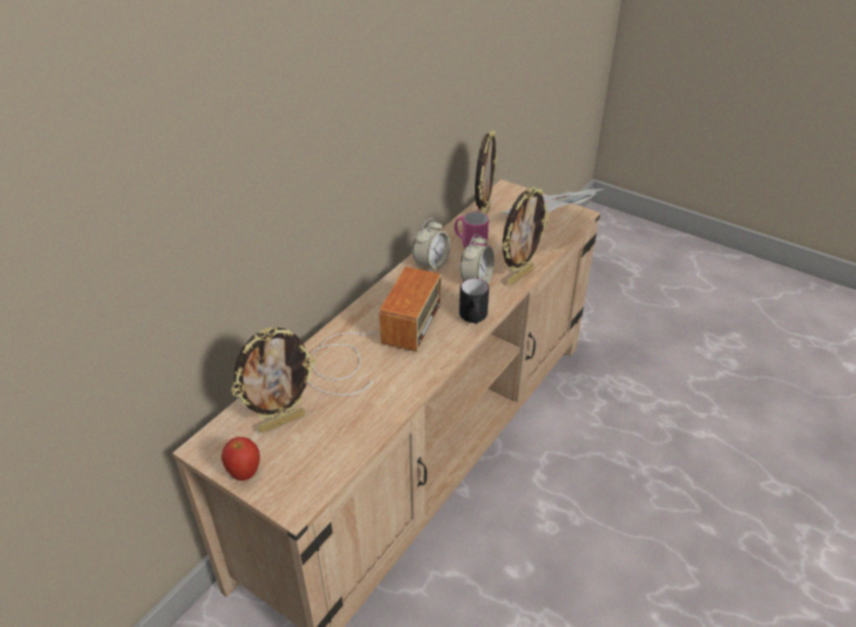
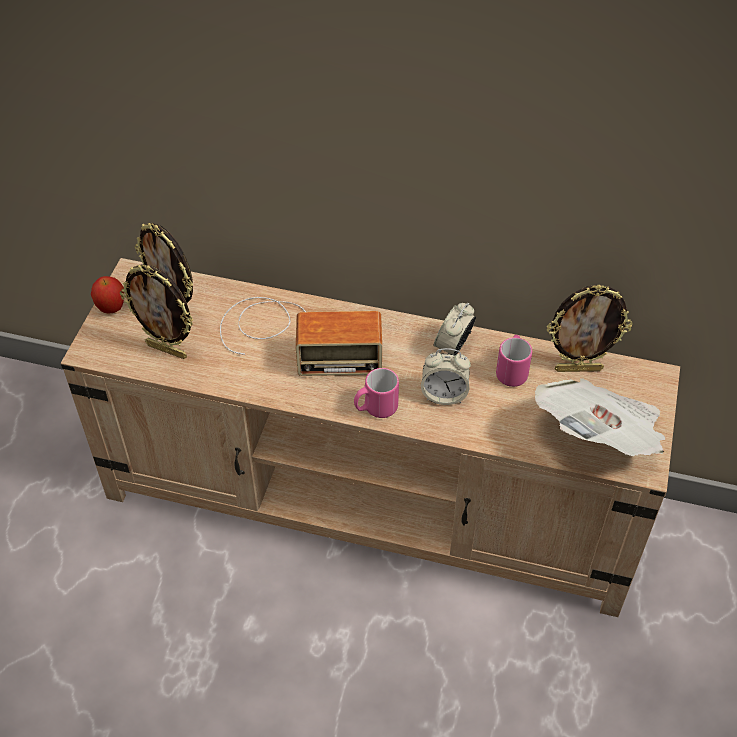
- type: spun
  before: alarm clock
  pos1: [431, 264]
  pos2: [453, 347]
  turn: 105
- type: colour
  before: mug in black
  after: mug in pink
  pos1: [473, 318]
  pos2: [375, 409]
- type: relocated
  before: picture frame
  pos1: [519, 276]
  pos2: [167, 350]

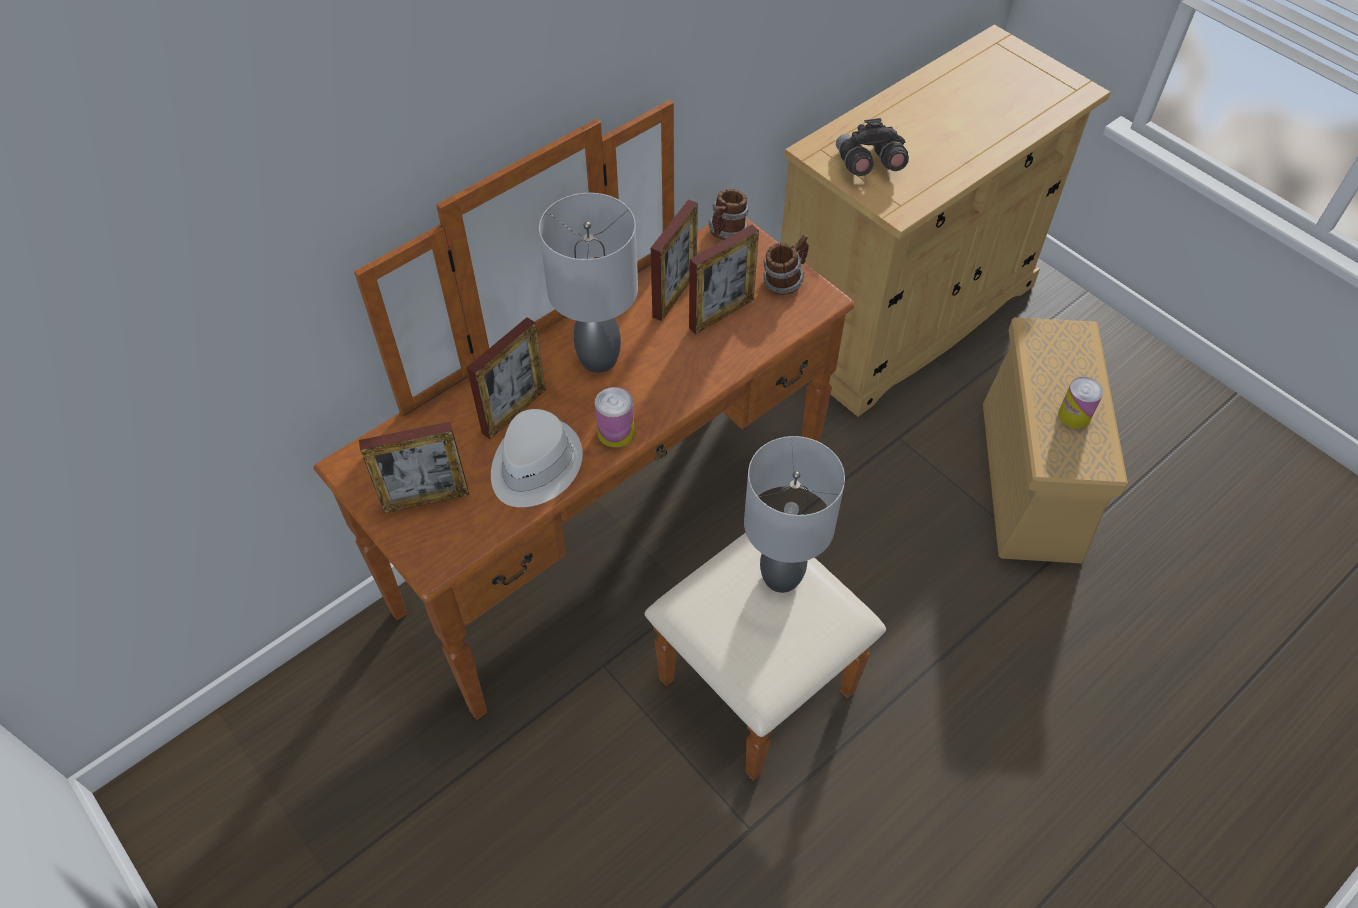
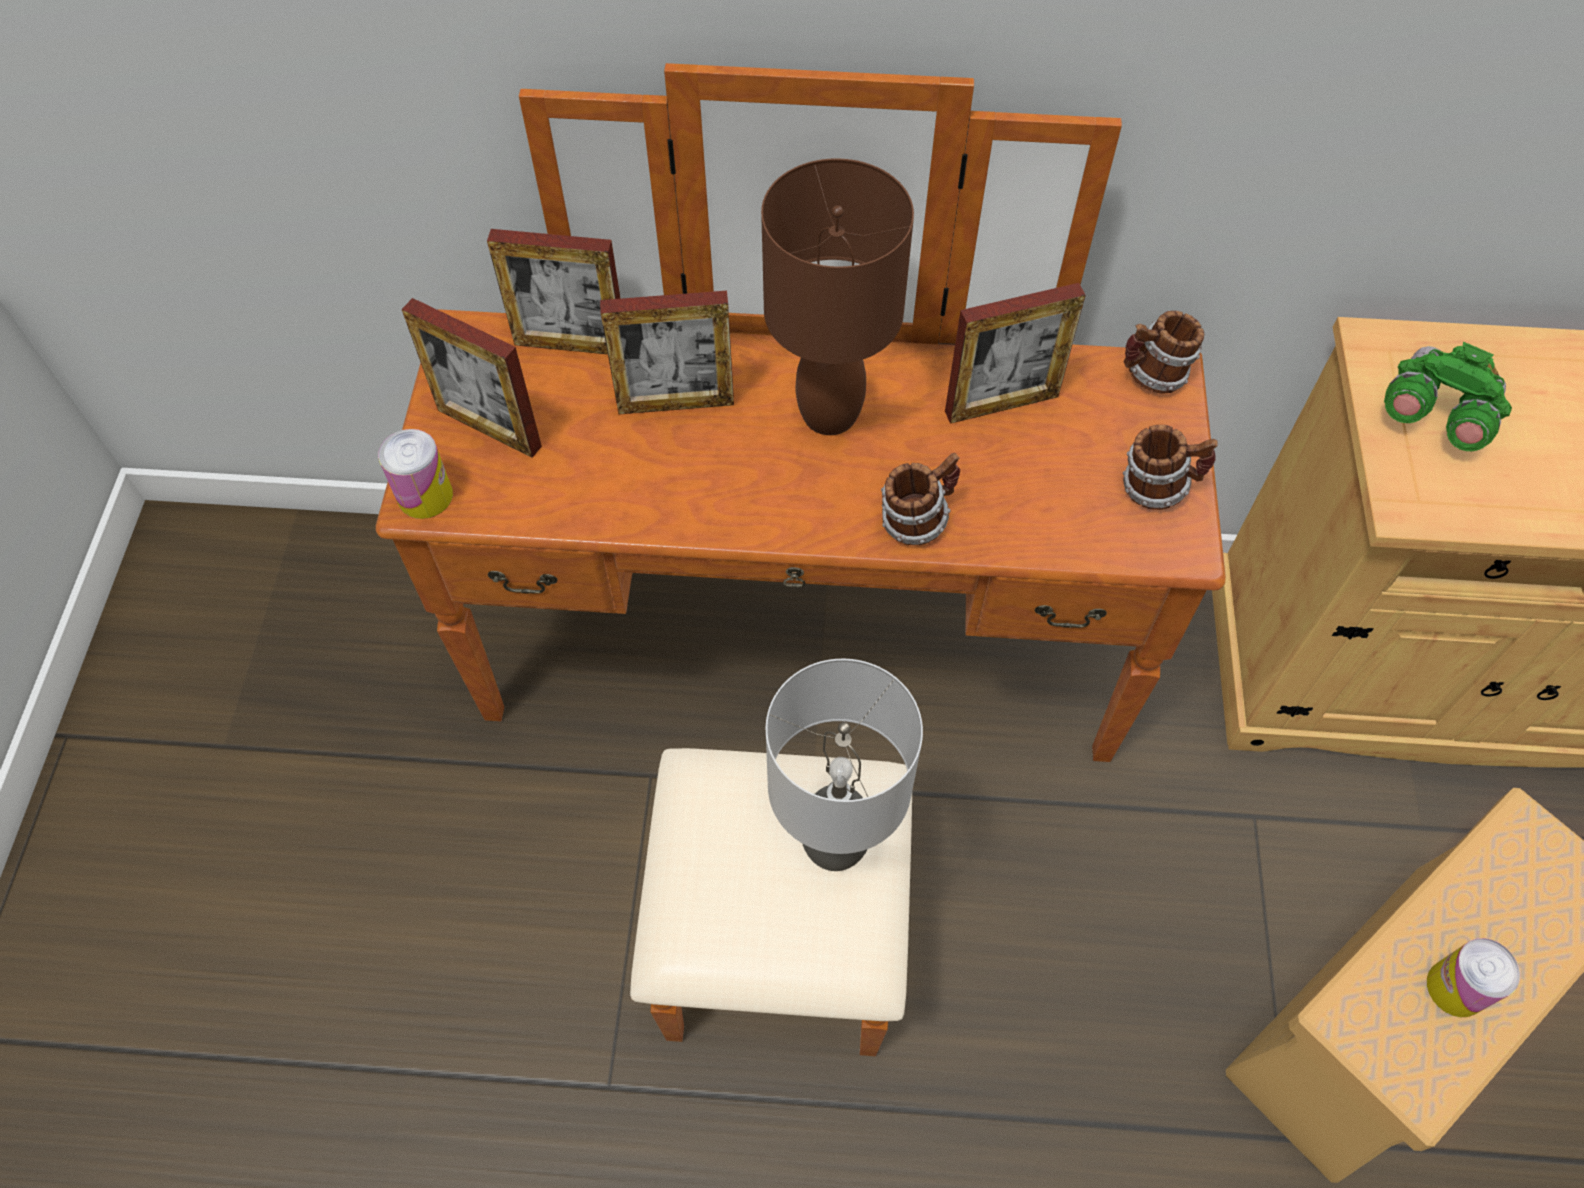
- type: missing
  before: hat in white
  pos1: [534, 465]
- type: colour
  before: table lamp in grey
  after: table lamp in brown
  pos1: [598, 360]
  pos2: [827, 415]
- type: relocated
  before: can
  pos1: [616, 432]
  pos2: [425, 495]
- type: relocated
  before: picture frame
  pos1: [721, 314]
  pos2: [571, 344]
- type: colour
  before: binoculars in grey
  after: binoculars in green
  pos1: [867, 165]
  pos2: [1434, 415]
- type: appeared
  after: mug
  pos2: [916, 520]

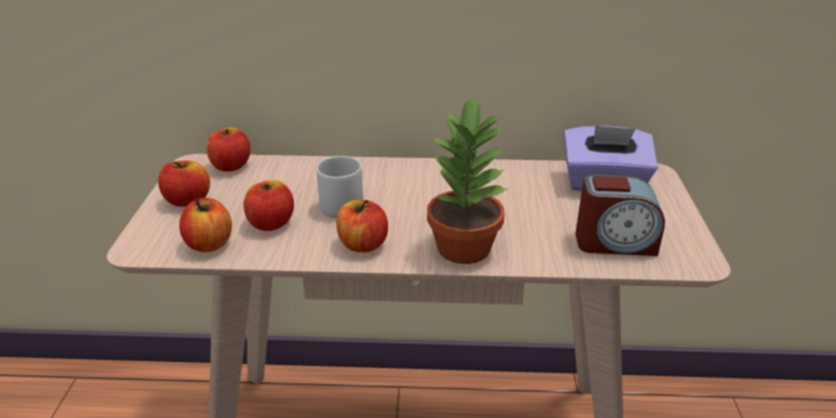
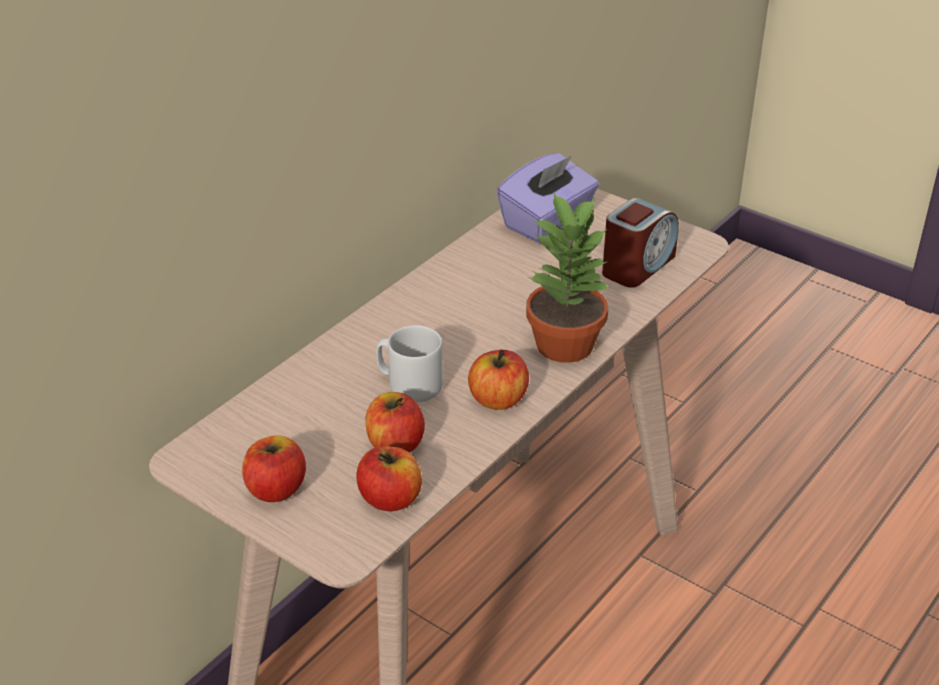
- type: missing
  before: apple
  pos1: [231, 166]

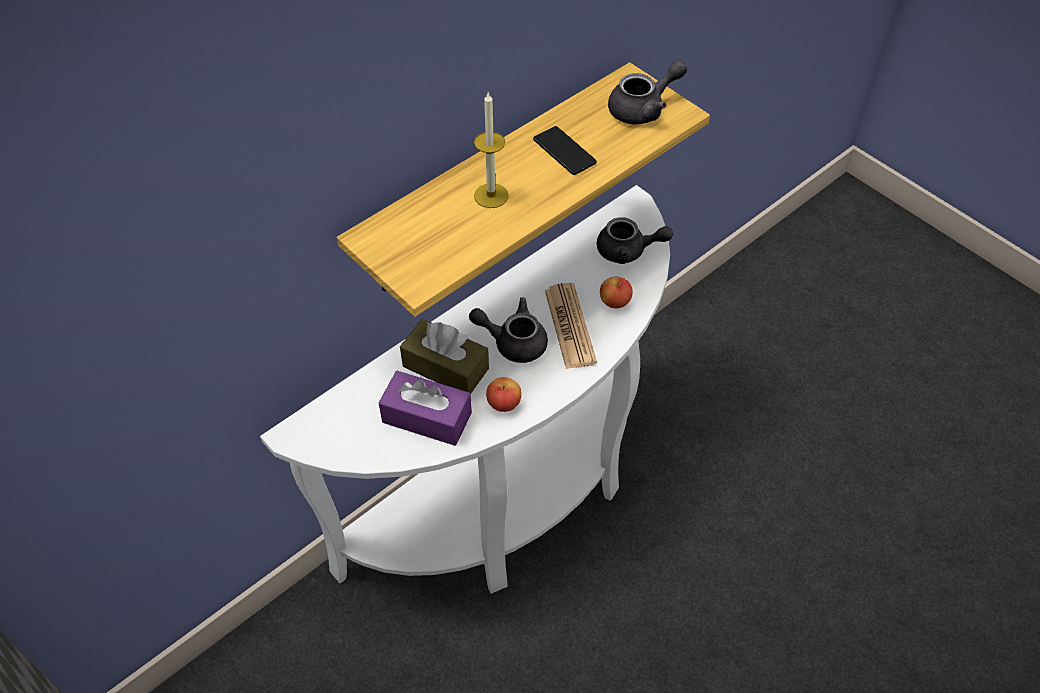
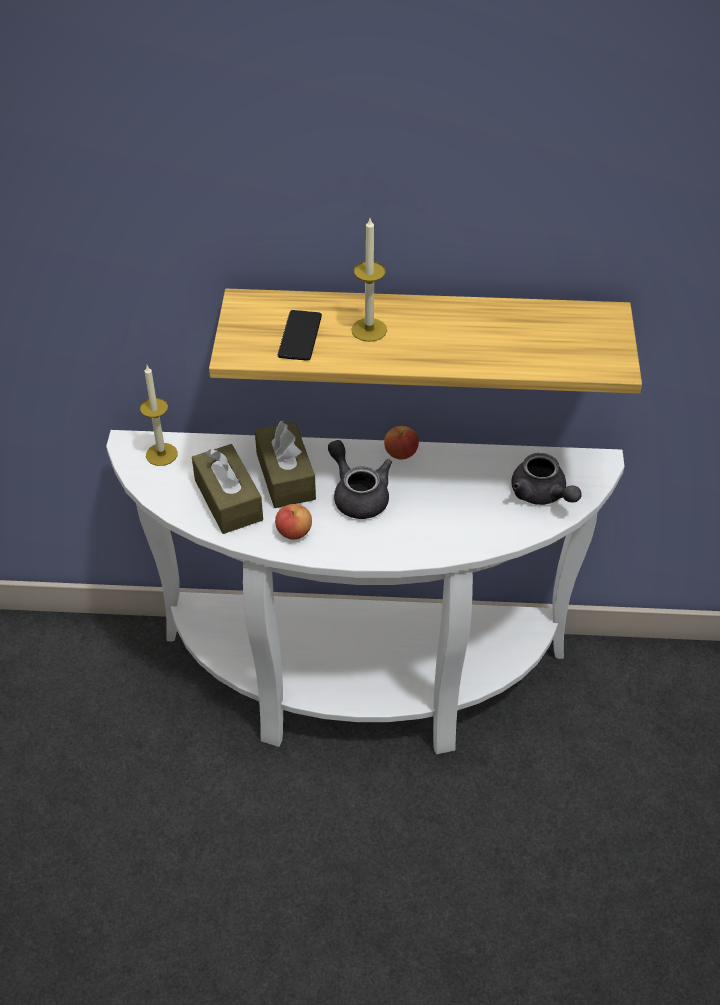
- type: colour
  before: tissue box in purple
  after: tissue box in brown
  pos1: [427, 417]
  pos2: [228, 500]
- type: relocated
  before: phone
  pos1: [564, 151]
  pos2: [300, 336]
- type: missing
  before: newspaper
  pos1: [570, 326]
- type: relocated
  before: apple
  pos1: [615, 301]
  pos2: [401, 453]
- type: missing
  before: teapot in grey
  pos1: [643, 109]
- type: appeared
  after: candle
  pos2: [161, 454]

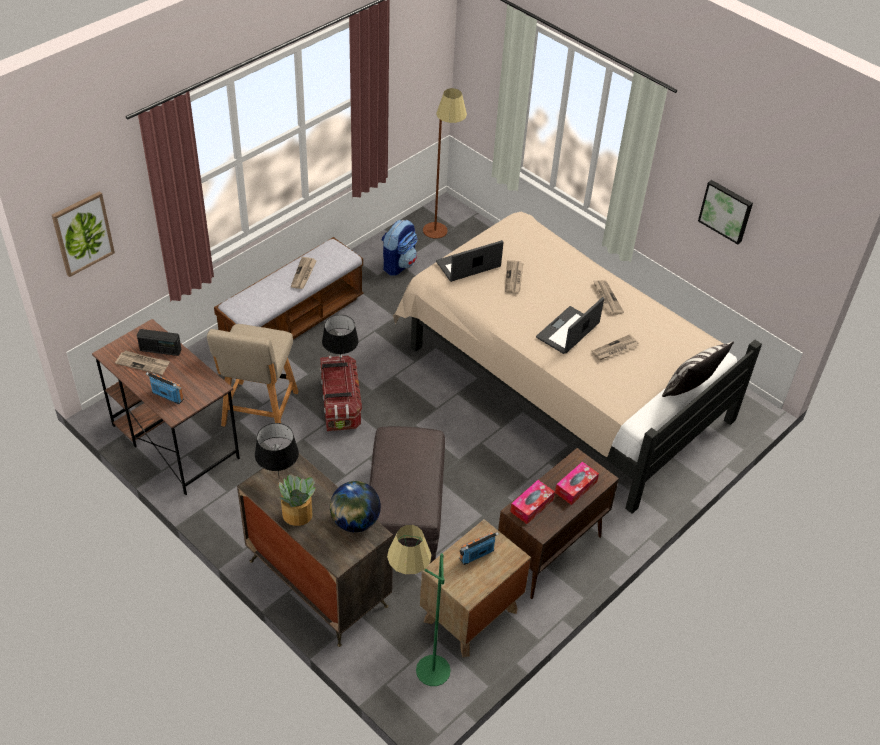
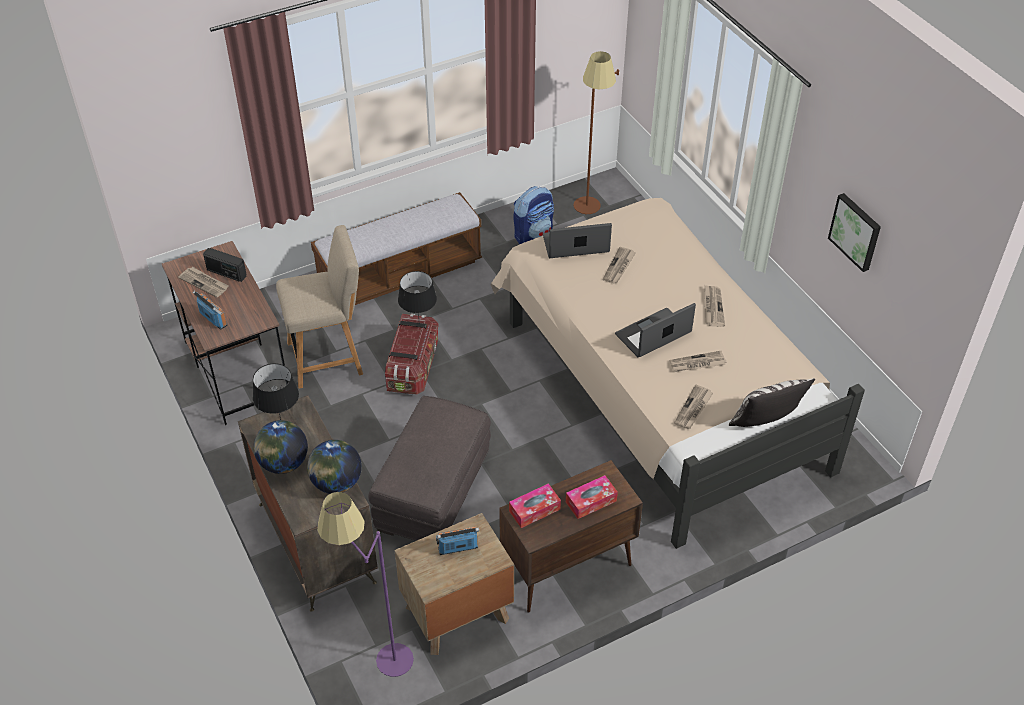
- type: missing
  before: picture
  pos1: [82, 233]
- type: spun
  before: chair in beige
  pos1: [259, 411]
  pos2: [329, 357]
  turn: -135
- type: exchanged
  before: potted plant
  after: globe
  pos1: [298, 515]
  pos2: [283, 463]
- type: relocated
  before: newspaper
  pos1: [303, 274]
  pos2: [693, 409]
- type: colour
  before: floor lamp in green
  after: floor lamp in purple
  pos1: [418, 675]
  pos2: [377, 660]

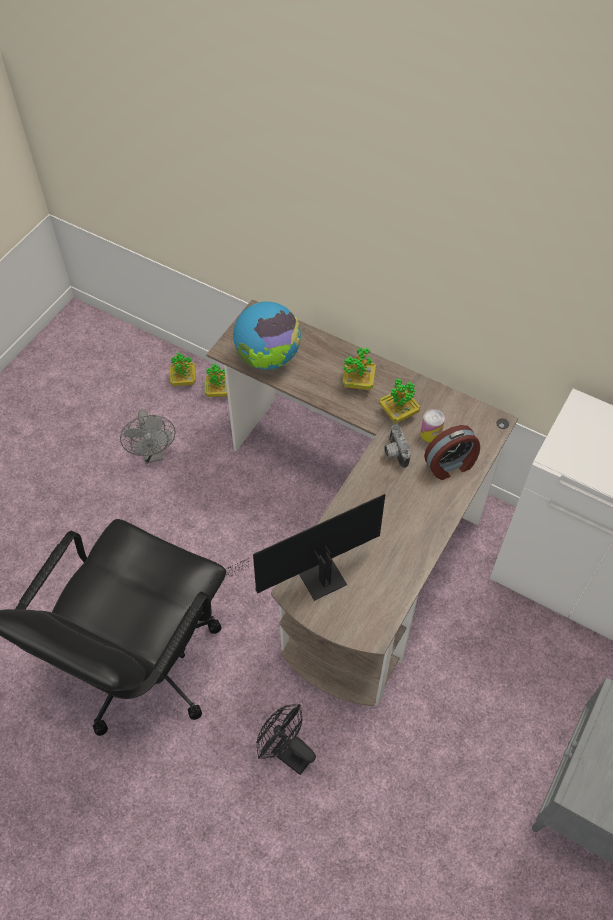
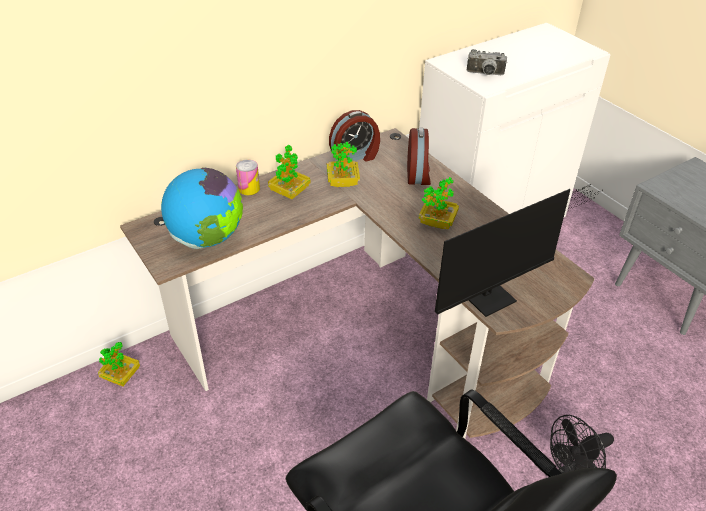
- type: missing
  before: fan in grey
  pos1: [153, 454]
- type: relocated
  before: potted plant
  pos1: [183, 380]
  pos2: [437, 223]
- type: spun
  before: monitor
  pos1: [314, 579]
  pos2: [495, 295]
  turn: -120
- type: relocated
  before: photo camera
  pos1: [394, 453]
  pos2: [485, 74]
- type: relocated
  before: can
  pos1: [430, 434]
  pos2: [249, 189]
- type: appeared
  after: alarm clock
  pos2: [355, 157]

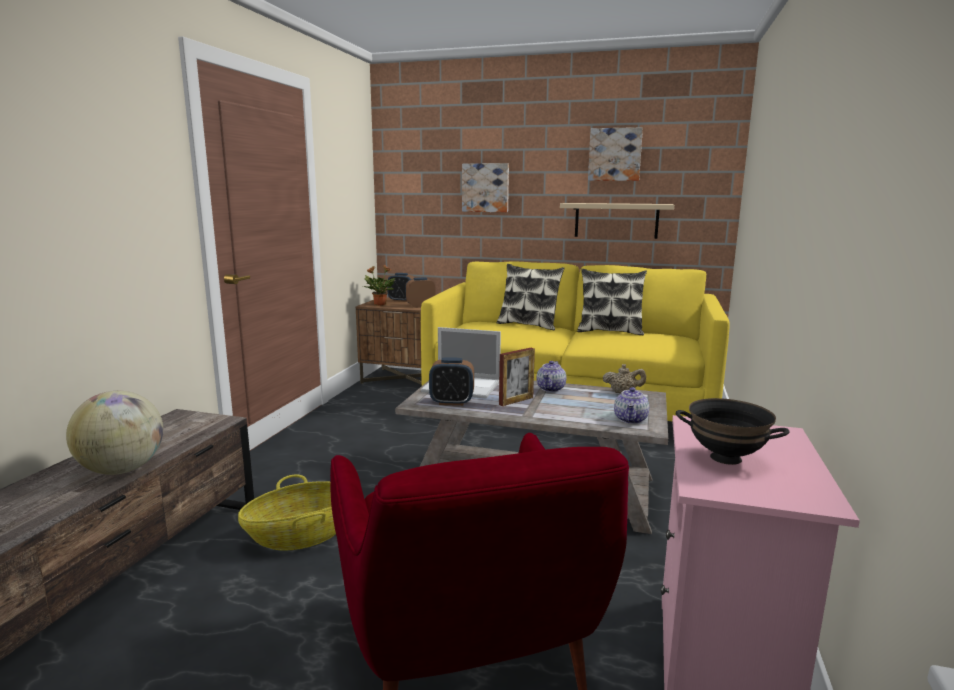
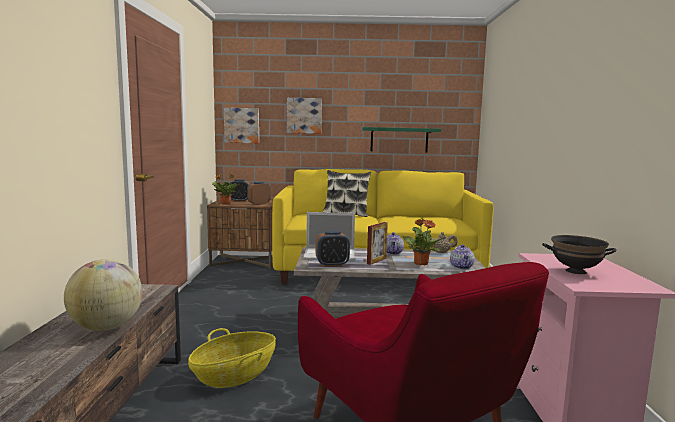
- type: colour
  before: shelf in beige
  after: shelf in green
  pos1: [616, 220]
  pos2: [399, 140]
- type: missing
  before: pillow
  pos1: [610, 331]
- type: relocated
  before: picture
  pos1: [615, 154]
  pos2: [242, 125]
- type: appeared
  after: potted plant
  pos2: [421, 263]

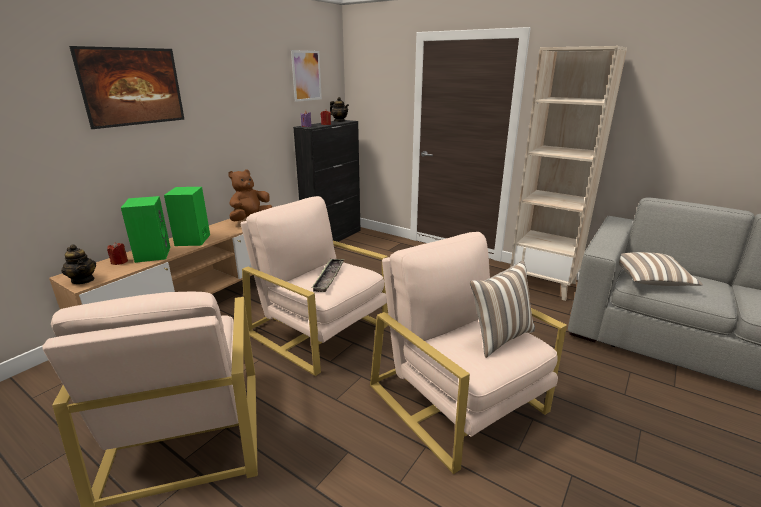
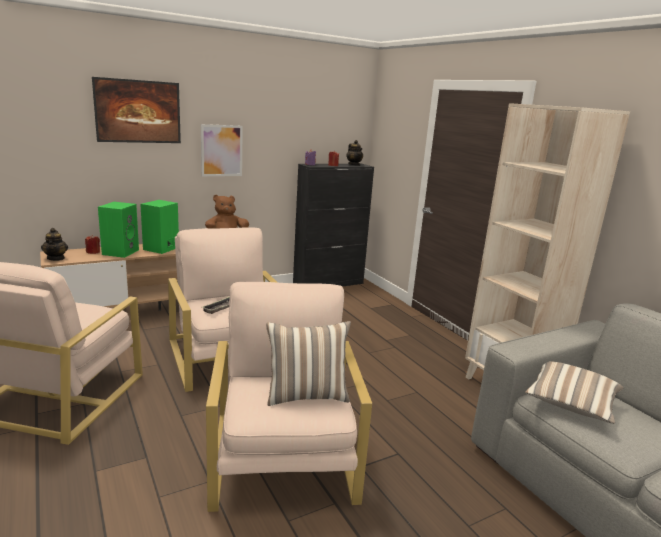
- type: relocated
  before: picture
  pos1: [306, 76]
  pos2: [221, 150]

